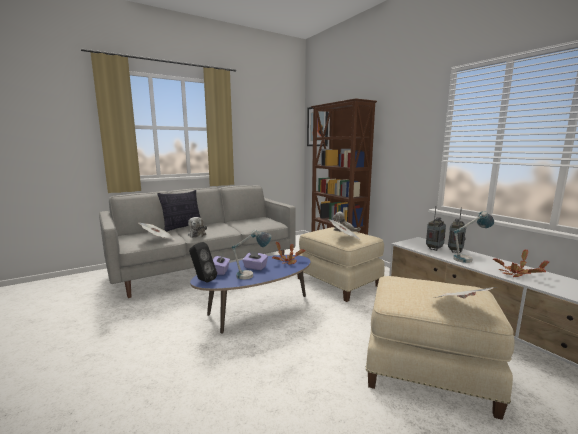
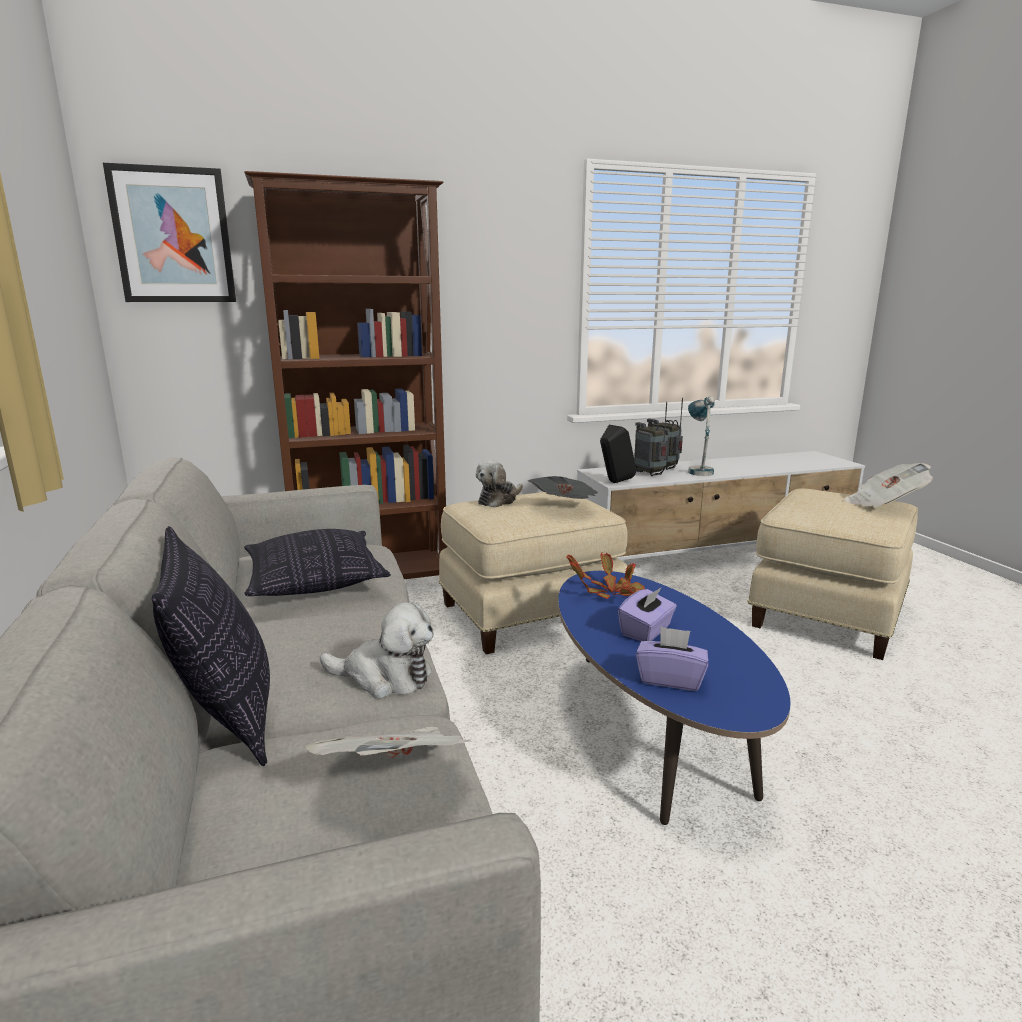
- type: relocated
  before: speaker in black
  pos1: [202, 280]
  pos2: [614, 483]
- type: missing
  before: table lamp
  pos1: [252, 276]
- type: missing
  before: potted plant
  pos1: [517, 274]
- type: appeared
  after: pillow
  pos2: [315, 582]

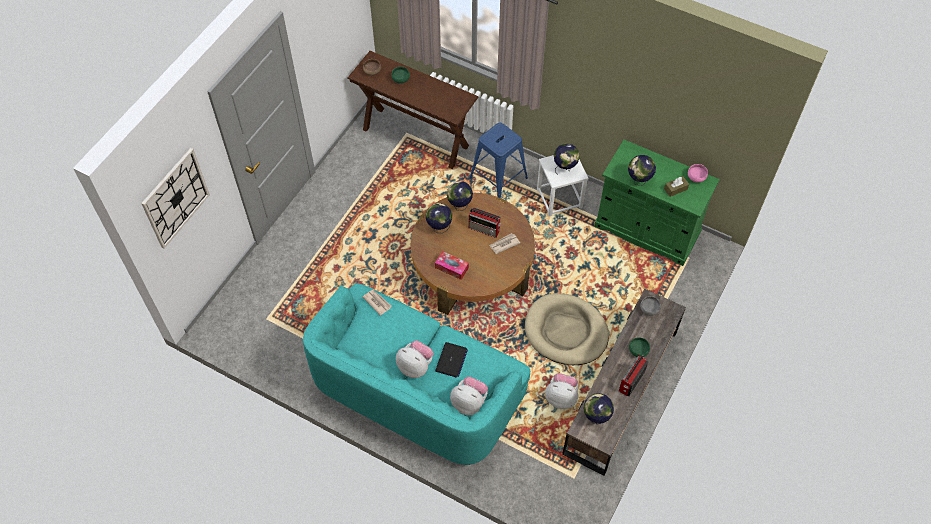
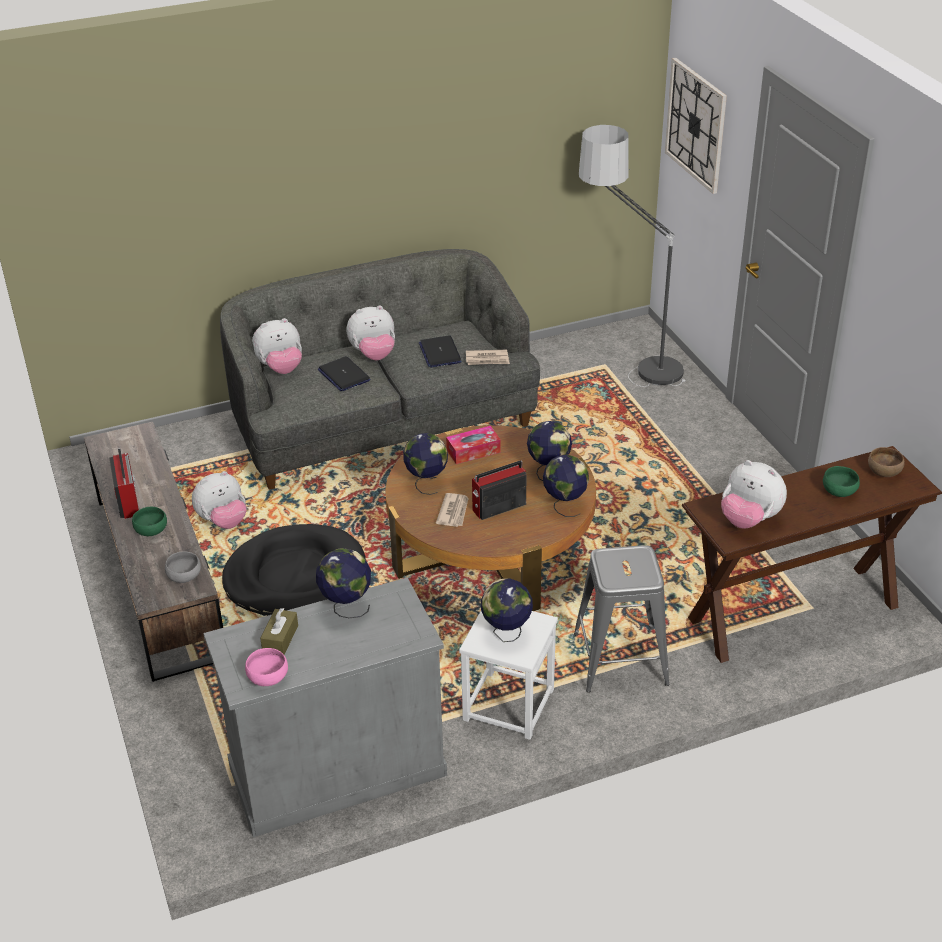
- type: colour
  before: sofa in turquoise
  after: sofa in grey
  pos1: [416, 390]
  pos2: [382, 423]
- type: colour
  before: stool in blue
  after: stool in grey
  pos1: [498, 177]
  pos2: [621, 659]
- type: colour
  before: dog bed in beige
  after: dog bed in black
  pos1: [566, 331]
  pos2: [295, 576]
- type: relocated
  before: globe
  pos1: [596, 417]
  pos2: [426, 483]
- type: colour
  before: cabinet in green
  after: cabinet in grey
  pos1: [646, 229]
  pos2: [337, 770]
- type: appeared
  after: laptop
  pos2: [440, 352]
- type: appeared
  after: floor lamp
  pos2: [627, 363]
- type: appeared
  after: plush toy
  pos2: [749, 520]

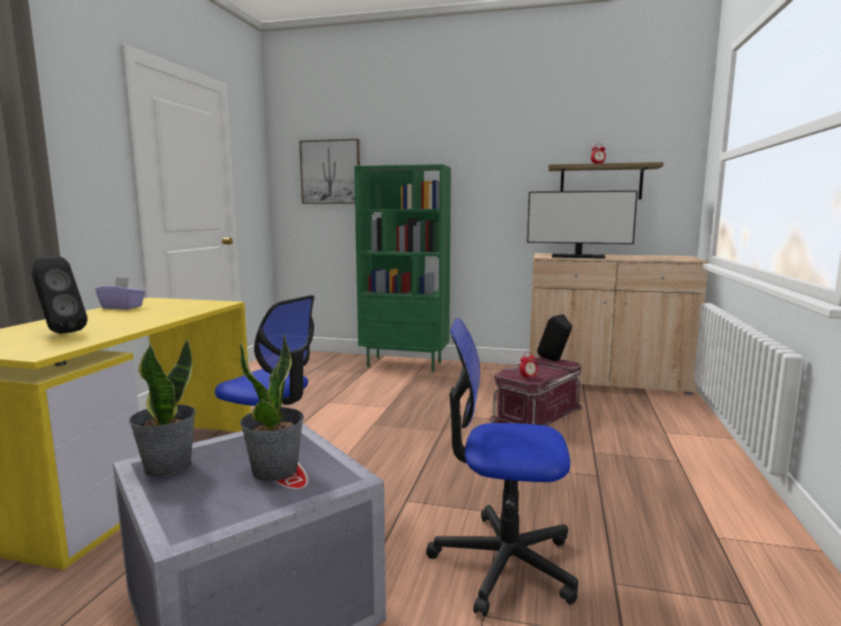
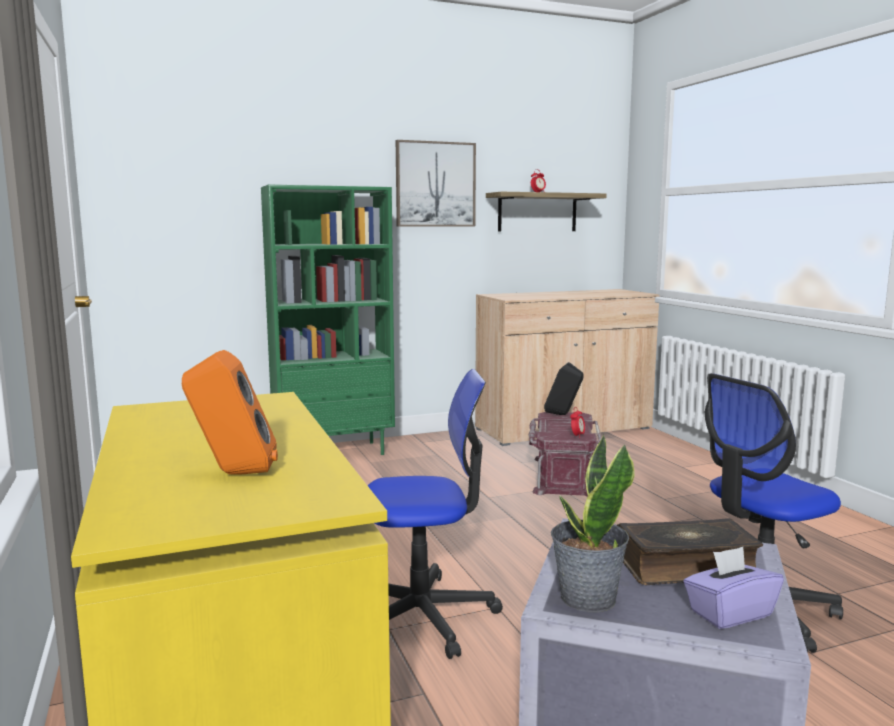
- type: colour
  before: speaker in black
  after: speaker in orange
  pos1: [59, 333]
  pos2: [233, 474]
- type: relocated
  before: tissue box in purple
  pos1: [122, 307]
  pos2: [729, 613]
- type: exchanged
  before: potted plant
  after: book
  pos1: [275, 470]
  pos2: [685, 566]
- type: relocated
  before: picture
  pos1: [330, 172]
  pos2: [435, 184]
- type: missing
  before: monitor
  pos1: [578, 257]

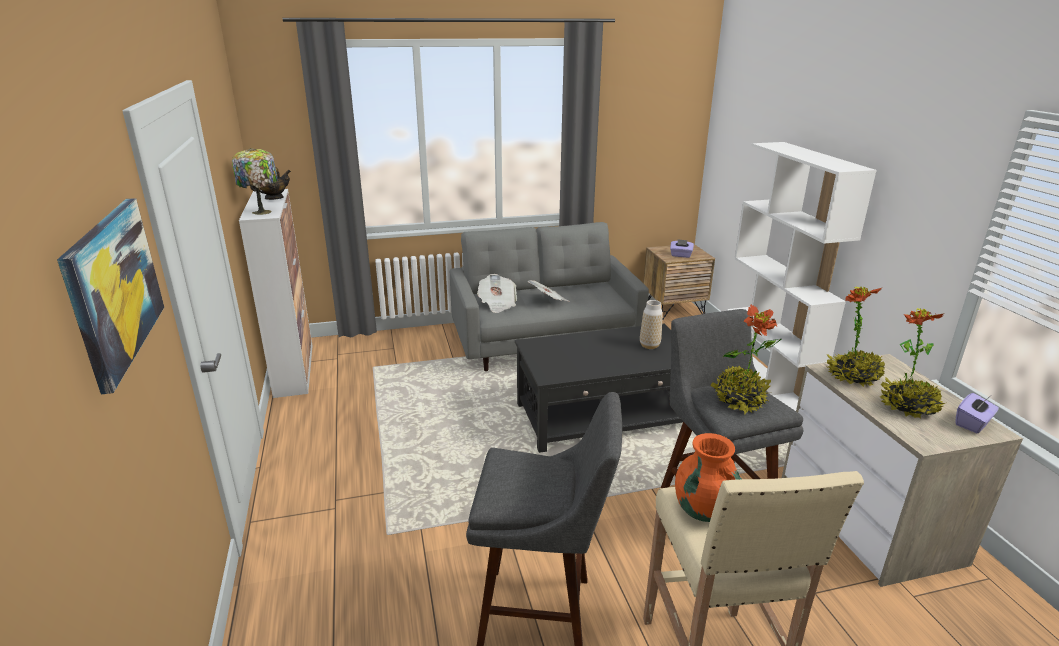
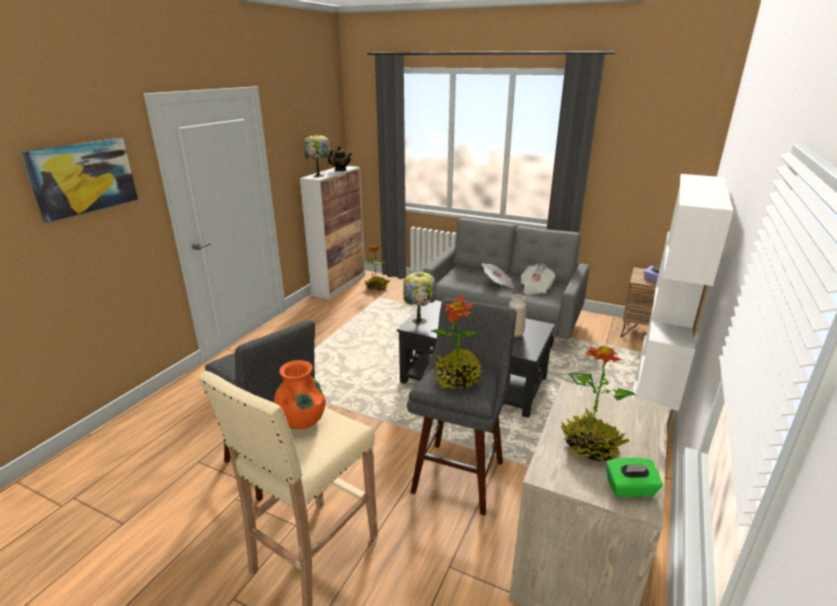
- type: relocated
  before: newspaper
  pos1: [497, 304]
  pos2: [535, 288]
- type: relocated
  before: potted plant
  pos1: [853, 377]
  pos2: [377, 288]
- type: colour
  before: tissue box in purple
  after: tissue box in green
  pos1: [972, 423]
  pos2: [630, 489]
- type: appeared
  after: table lamp
  pos2: [420, 320]

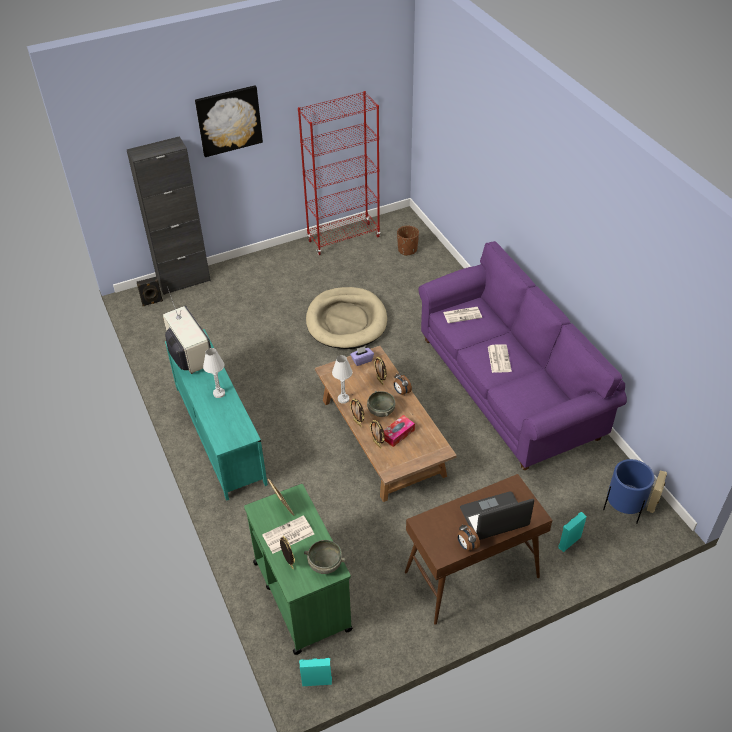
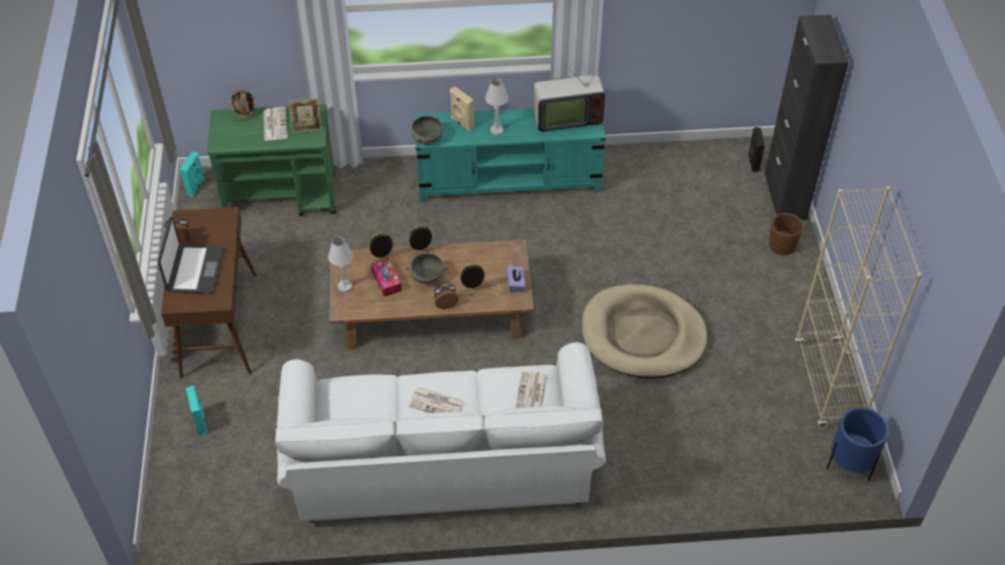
- type: missing
  before: picture
  pos1: [229, 120]
- type: colour
  before: bookcase in red
  after: bookcase in beige
  pos1: [343, 239]
  pos2: [828, 384]
- type: relocated
  before: bowl in grey
  pos1: [325, 565]
  pos2: [427, 138]
- type: relocated
  before: table lamp in white
  pos1: [343, 399]
  pos2: [345, 287]
- type: relocated
  before: planter in brown
  pos1: [407, 250]
  pos2: [782, 245]
- type: colour
  before: sofa in purple
  after: sofa in white
  pos1: [508, 388]
  pos2: [442, 463]
- type: relocated
  before: planter in blue
  pos1: [623, 509]
  pos2: [850, 465]
- type: relocated
  before: speaker in beige
  pos1: [653, 502]
  pos2: [461, 123]

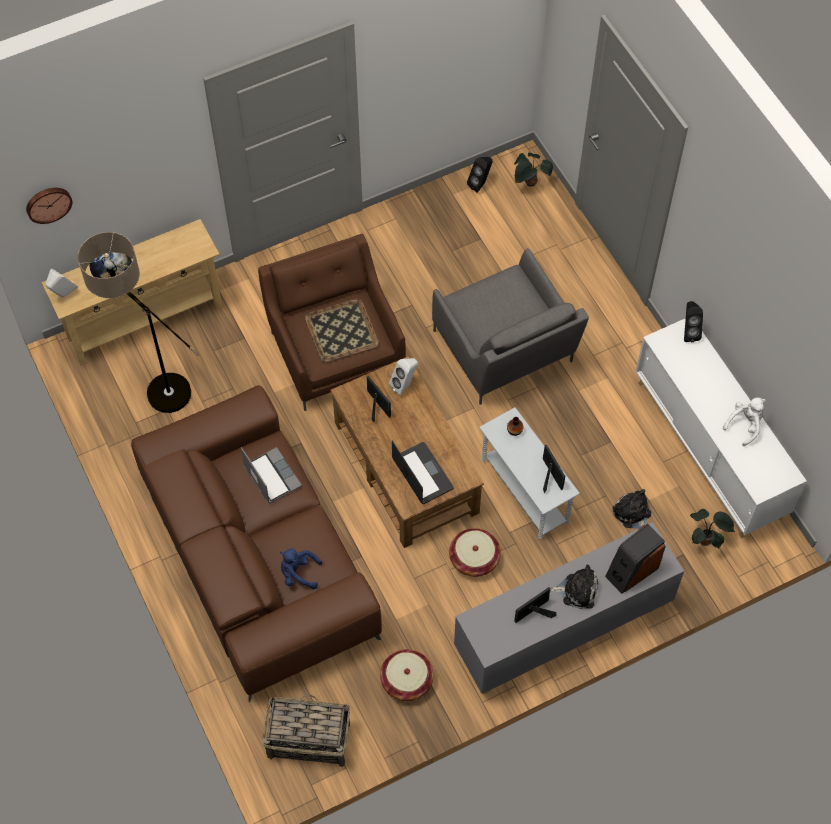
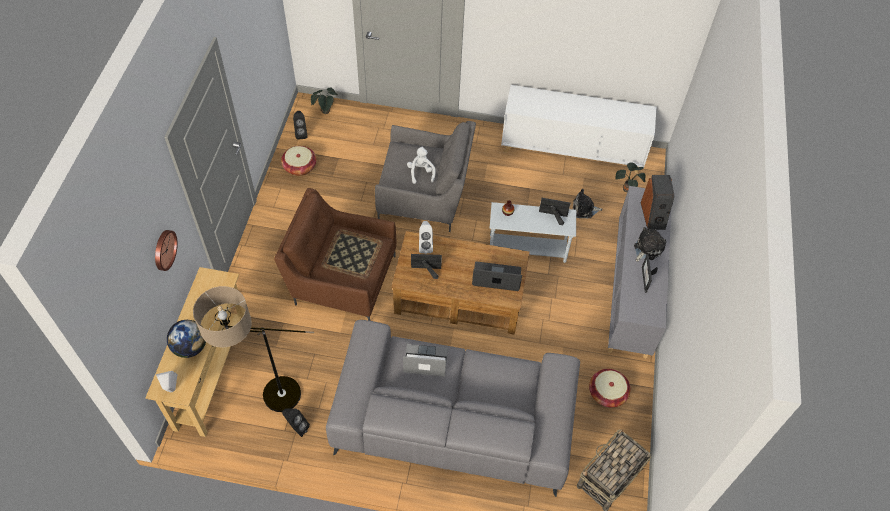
- type: relocated
  before: wall clock
  pos1: [48, 203]
  pos2: [164, 250]
- type: colour
  before: sofa in brown
  after: sofa in grey
  pos1: [258, 557]
  pos2: [453, 421]
- type: missing
  before: plush toy in blue
  pos1: [298, 573]
- type: relocated
  before: basket
  pos1: [474, 558]
  pos2: [300, 167]
- type: relocated
  before: speaker in black
  pos1: [688, 332]
  pos2: [296, 427]
- type: relocated
  before: plush toy in white
  pos1: [745, 425]
  pos2: [421, 172]

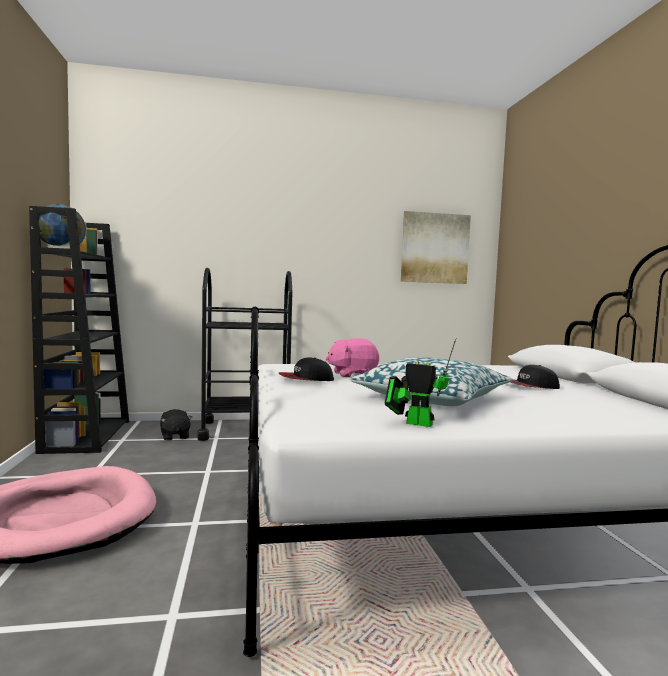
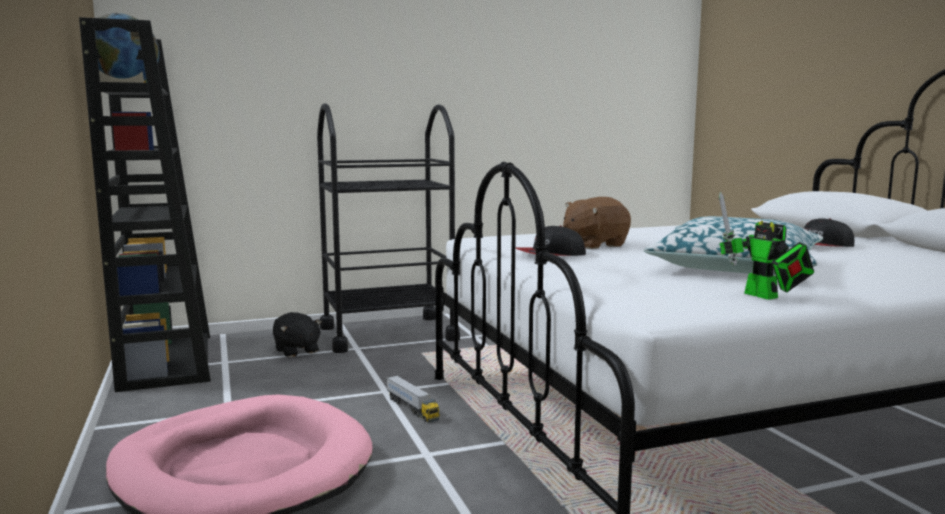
- type: colour
  before: plush toy in pink
  after: plush toy in brown
  pos1: [352, 374]
  pos2: [594, 245]
- type: spun
  before: toy robot
  pos1: [414, 423]
  pos2: [765, 296]
  turn: -135
- type: missing
  before: picture
  pos1: [434, 248]
- type: appeared
  after: toy truck
  pos2: [412, 408]

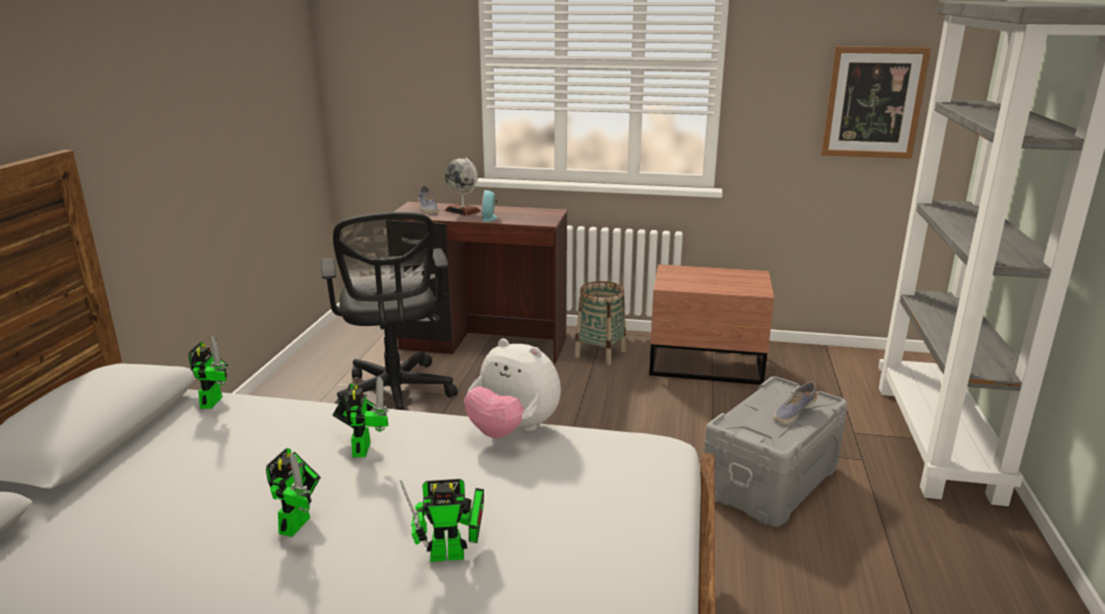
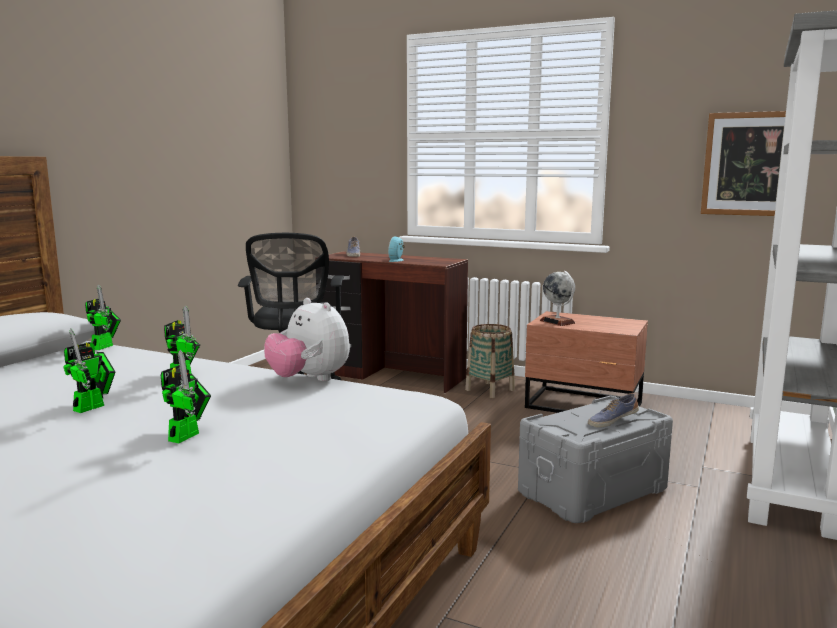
- type: spun
  before: toy robot
  pos1: [453, 554]
  pos2: [187, 435]
  turn: -75
- type: relocated
  before: globe
  pos1: [463, 211]
  pos2: [557, 322]

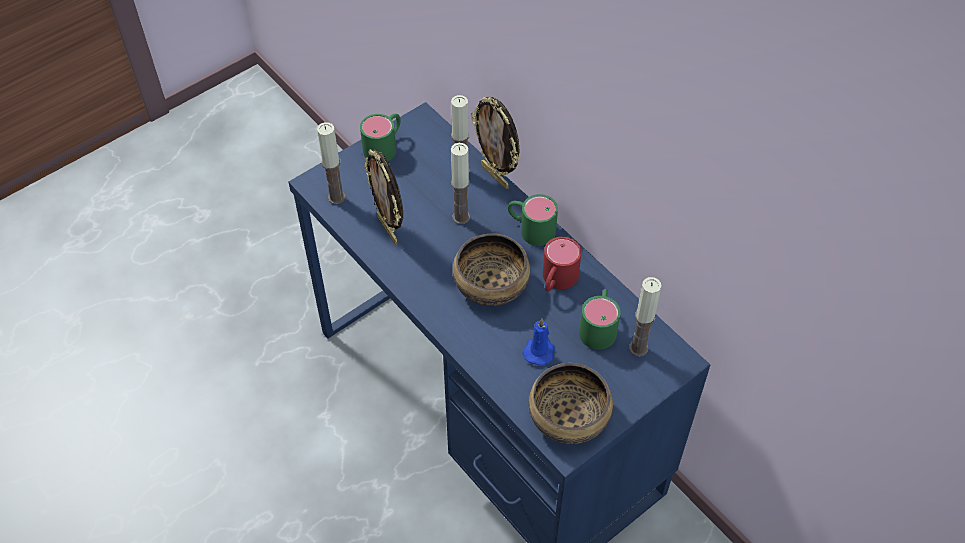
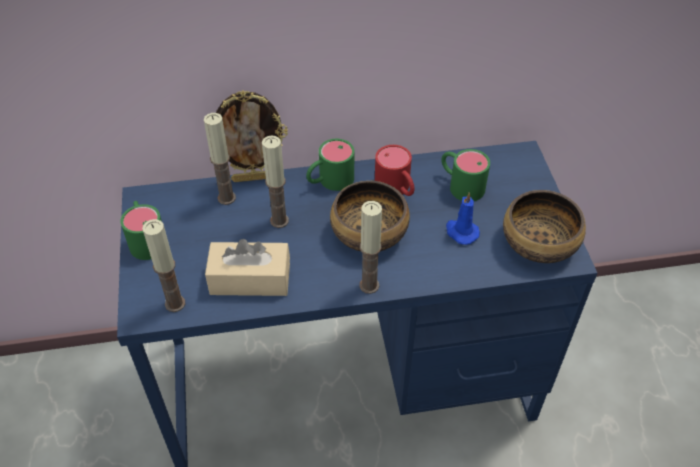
- type: exchanged
  before: picture frame
  after: tissue box in beige
  pos1: [389, 230]
  pos2: [250, 279]
- type: relocated
  before: candle
  pos1: [638, 348]
  pos2: [369, 285]

